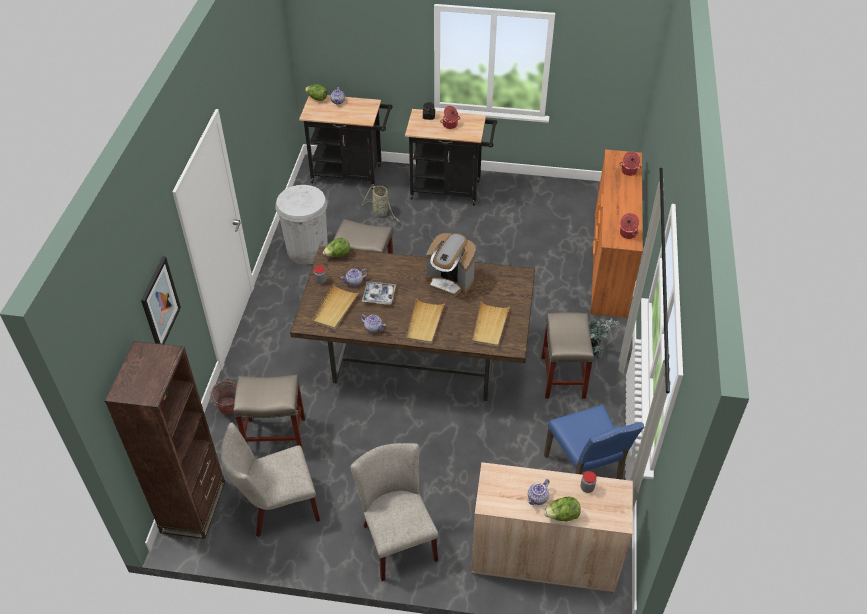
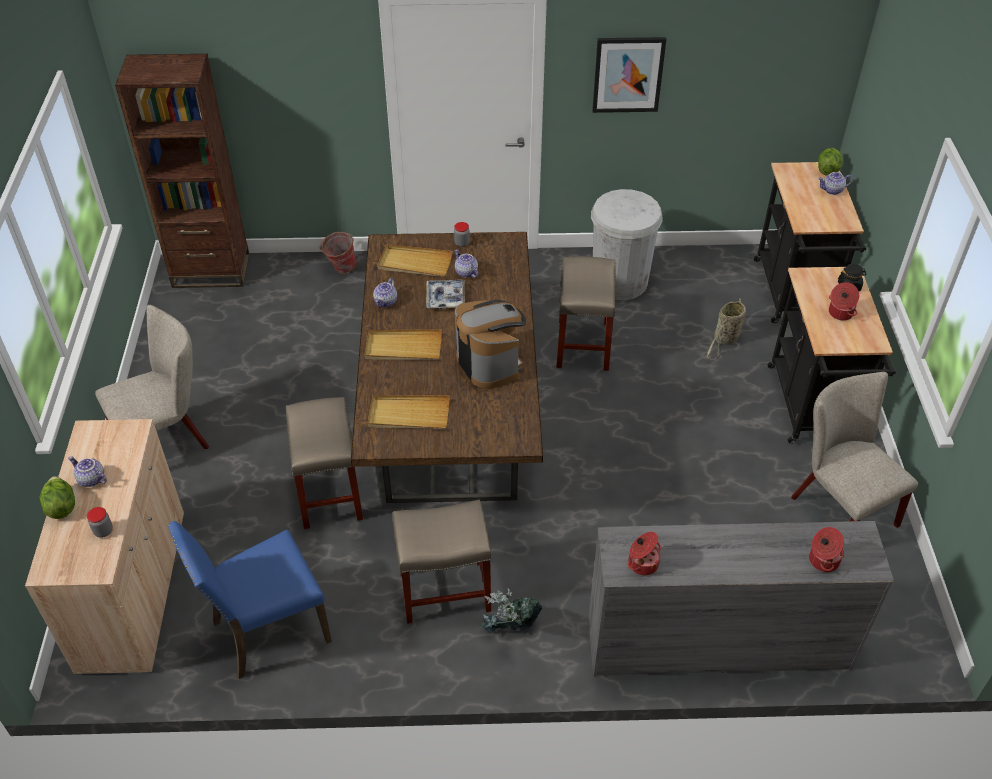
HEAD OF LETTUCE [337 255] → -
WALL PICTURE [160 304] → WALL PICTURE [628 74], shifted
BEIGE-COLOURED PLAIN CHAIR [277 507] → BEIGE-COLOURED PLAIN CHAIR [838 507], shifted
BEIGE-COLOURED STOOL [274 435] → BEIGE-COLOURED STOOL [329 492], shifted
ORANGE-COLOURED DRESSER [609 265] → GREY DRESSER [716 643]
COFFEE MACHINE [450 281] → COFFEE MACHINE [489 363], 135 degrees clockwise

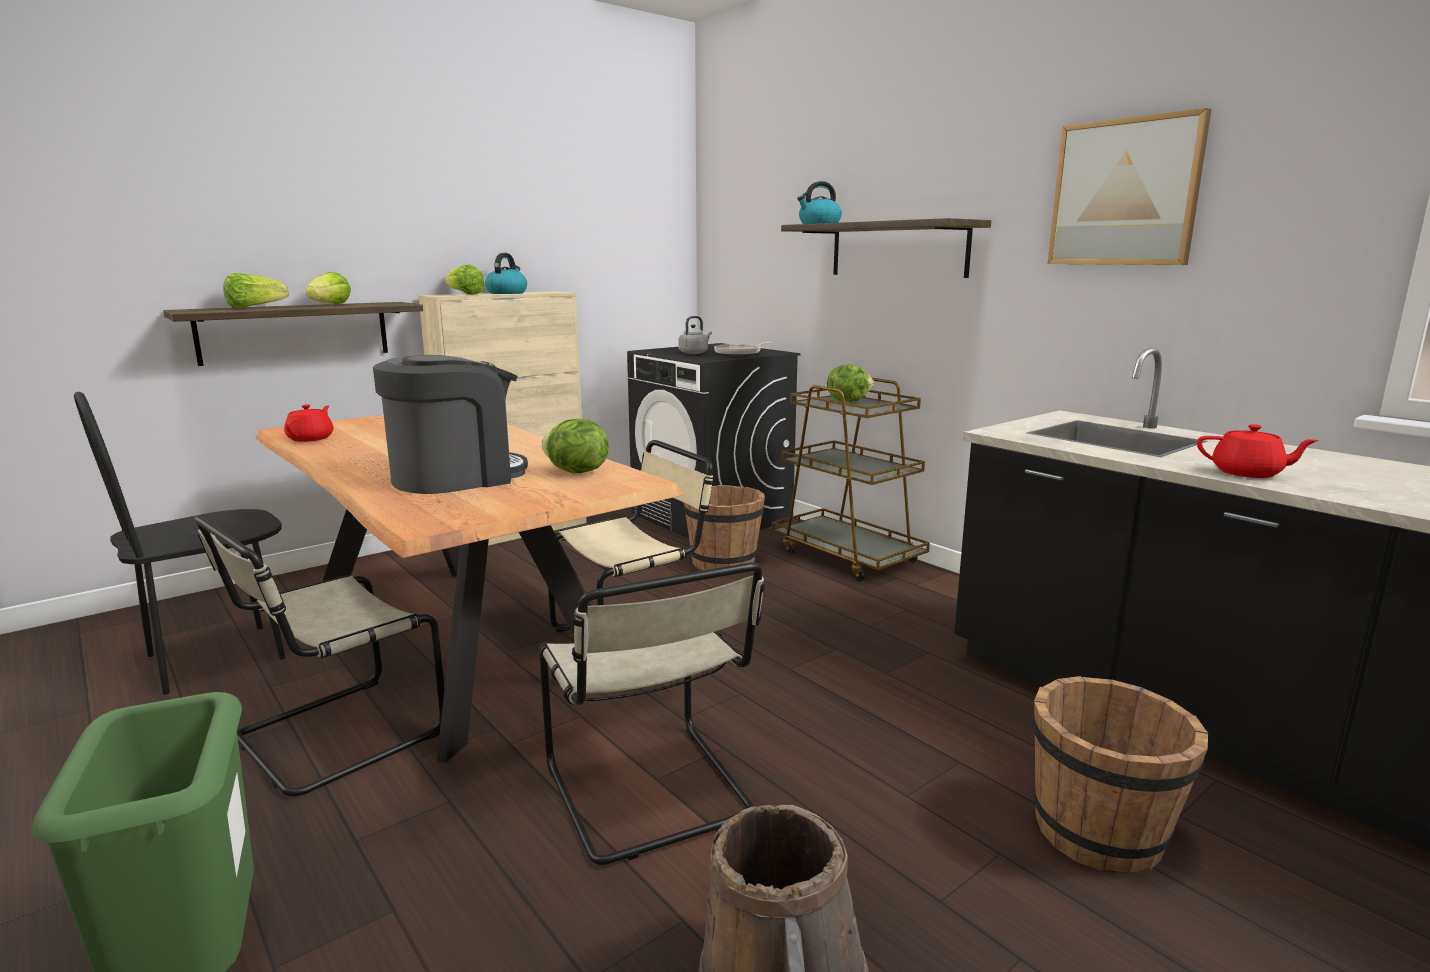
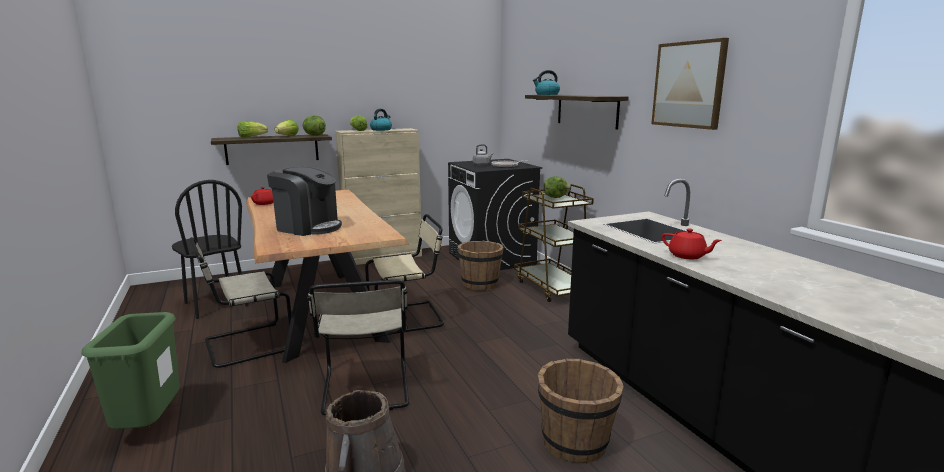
HEAD OF LETTUCE [576 472] → HEAD OF LETTUCE [314 135], shifted
BLACKISH PLAIN CHAIR [216 657] → BLACKISH PLAIN CHAIR [215 304], 105 degrees counterclockwise
COFFEE MACHINE [456 477] → COFFEE MACHINE [308 227], 45 degrees clockwise

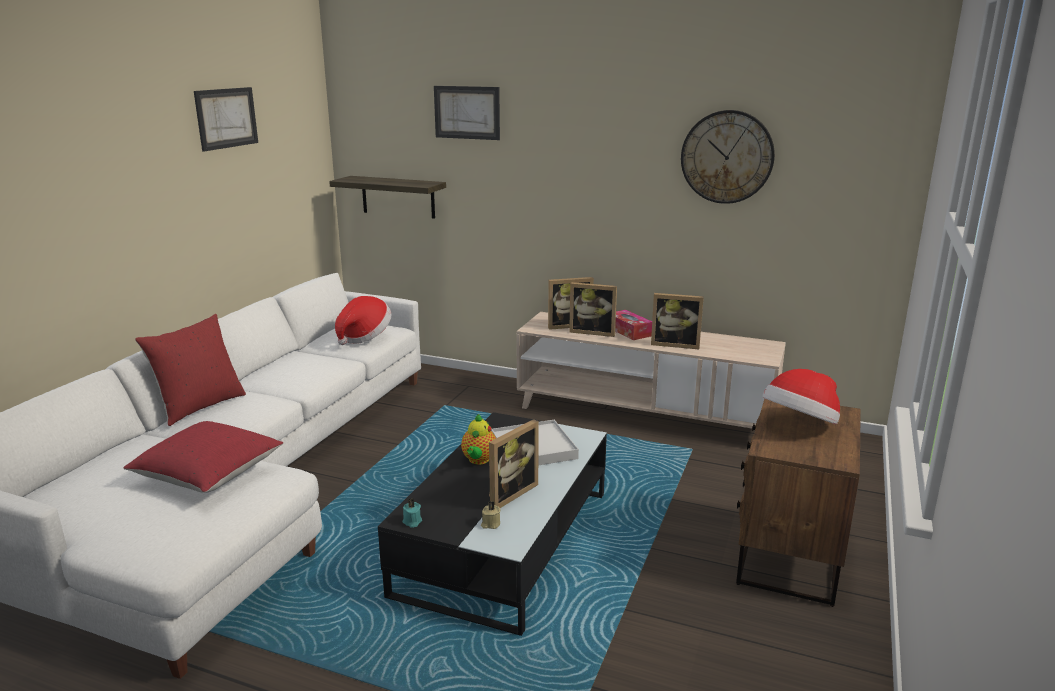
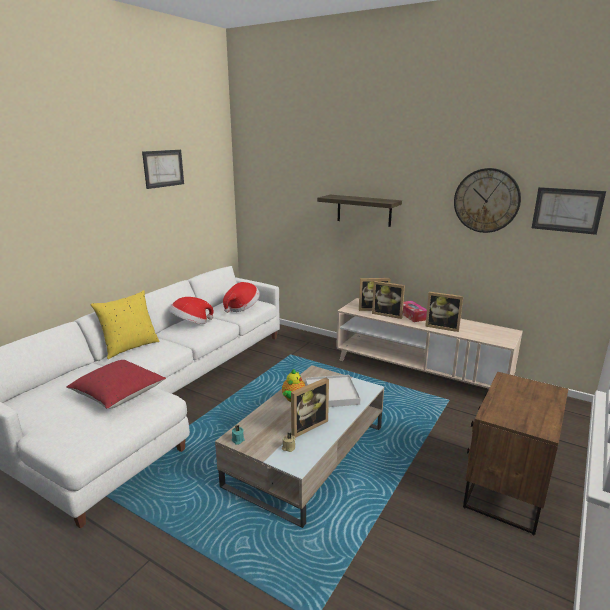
WALL SHELF [398 197] → WALL SHELF [364 210], shifted
WALL PICTURE [467 112] → WALL PICTURE [567 210], shifted
CLOTHING HAT [800 425] → CLOTHING HAT [191 324], shifted
RED-COLOURED THROW PILLOW [199 406] → YELLOW THROW PILLOW [130 347]
BLACKISH COFFEE TABLE [505 542] → BEIGE-COLOURED COFFEE TABLE [307 455]

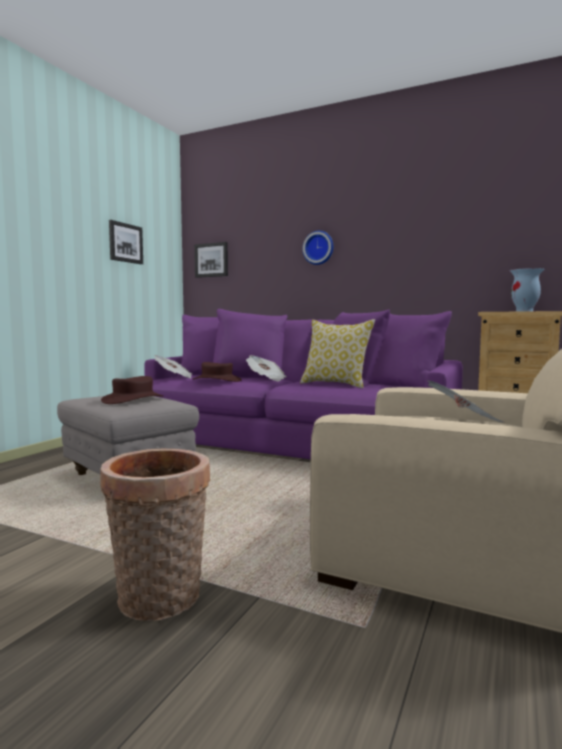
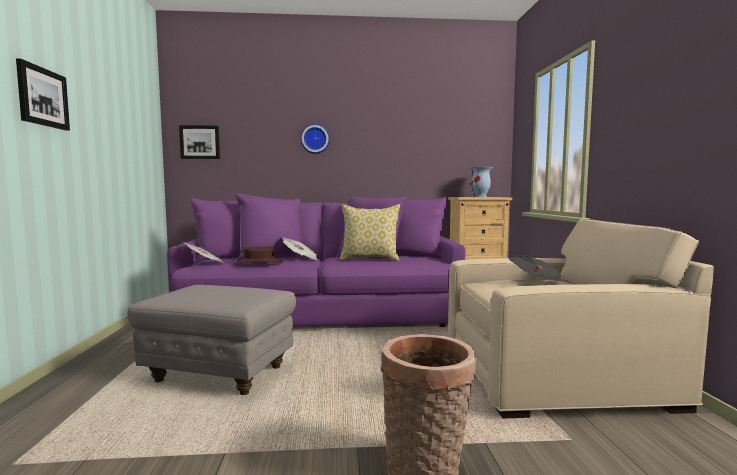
BROWN CLOTHING HAT [133 400] → -
WALL PICTURE [125 243] → WALL PICTURE [42 97], shifted

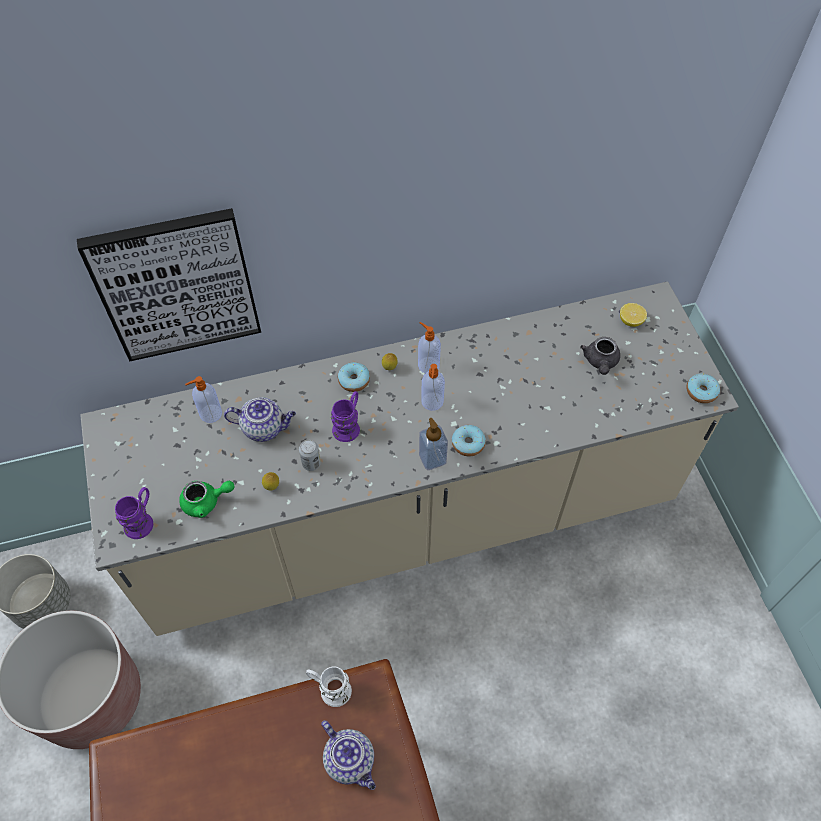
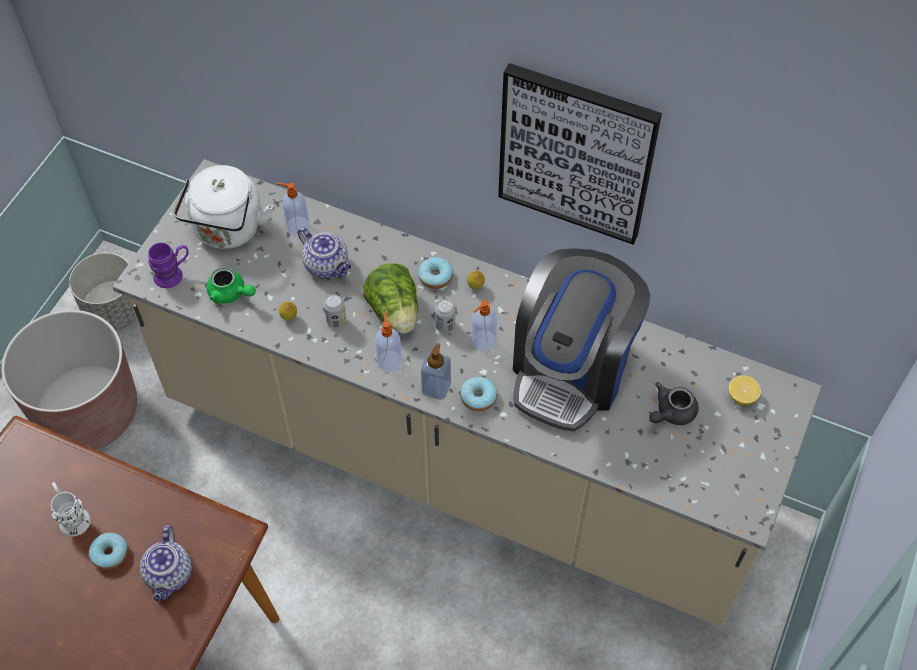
- → WHITE-COLOURED TEA KETTLE [228 231]
- → METAL CAN [445 326]
- → COFFEE MACHINE [572 368]
WALL PICTURE [176 285] → WALL PICTURE [576 153], shifted
WHITE-COLOURED MUG [330 689] → WHITE-COLOURED MUG [72 516], shifted
LIQUID SOAP BOTTLE [428 365] → LIQUID SOAP BOTTLE [389 360], shifted
RING DOUGHNUT [701 392] → RING DOUGHNUT [110 554], shifted
PURPLE MUG [348 425] → HEAD OF LETTUCE [395 311]

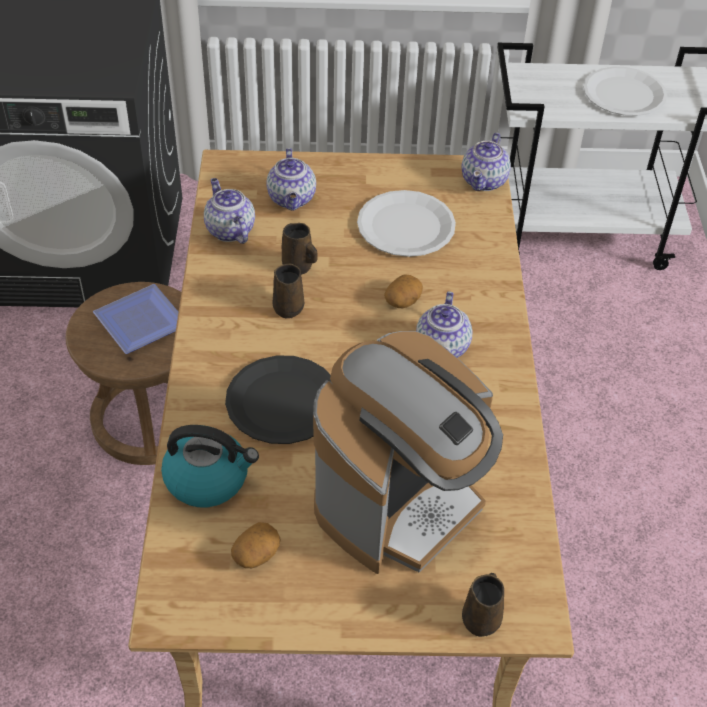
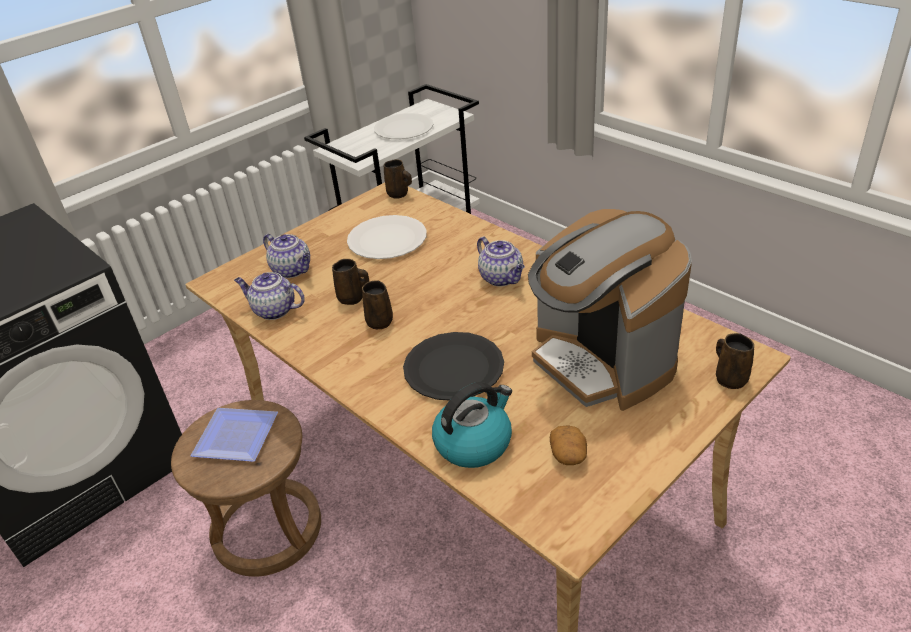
WHOLE POTATO [403 301] → -
TEAPOT [484 180] → BROWN MUG [399 194]
COFFEE MACHINE [401 502] → COFFEE MACHINE [601 362], 150 degrees clockwise

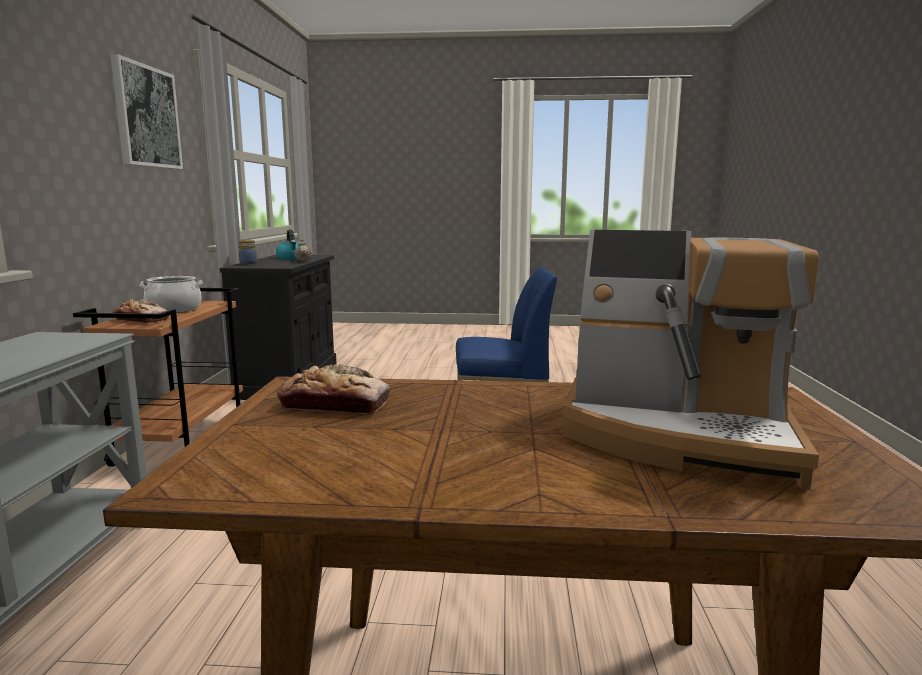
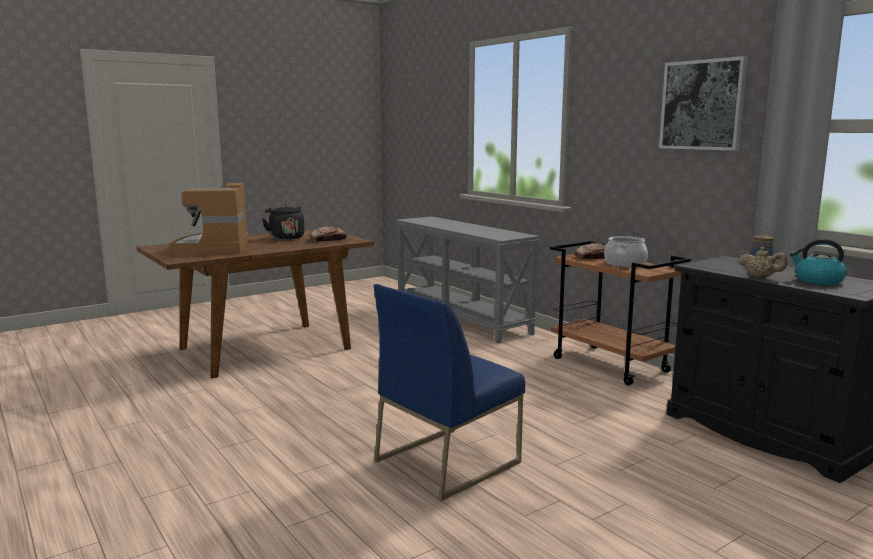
- → BLACKISH TEA KETTLE [285 238]
COFFEE MACHINE [677 433] → COFFEE MACHINE [214 248], 75 degrees counterclockwise

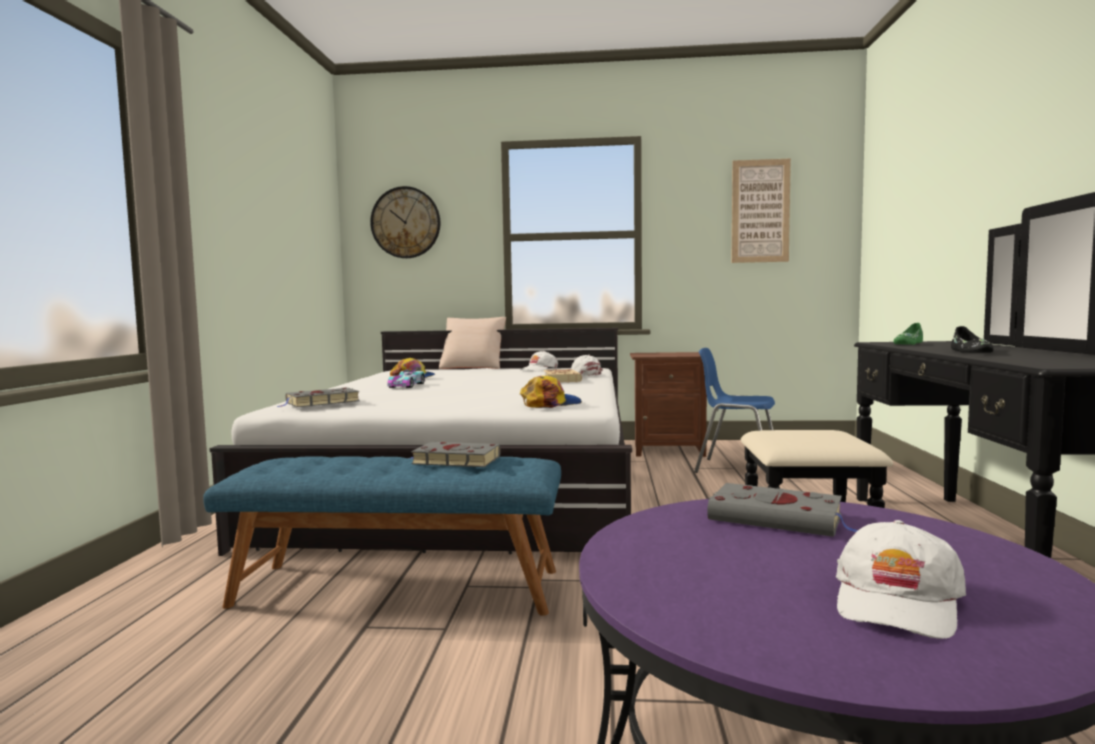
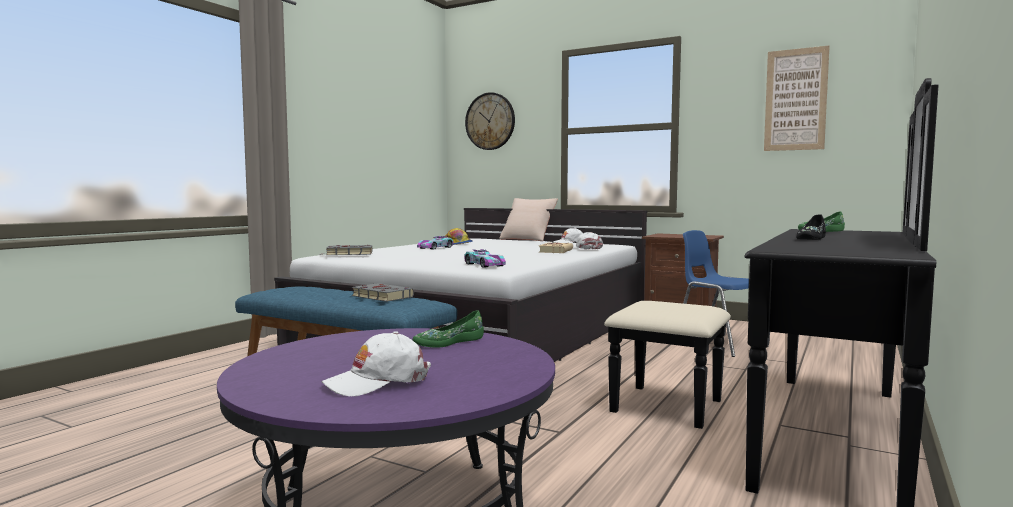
CAP [550 404] → MODEL CAR [484 265]
GREY BOUND BOOK [779 518] → GREEN-COLOURED LOW SHOE [448 342]

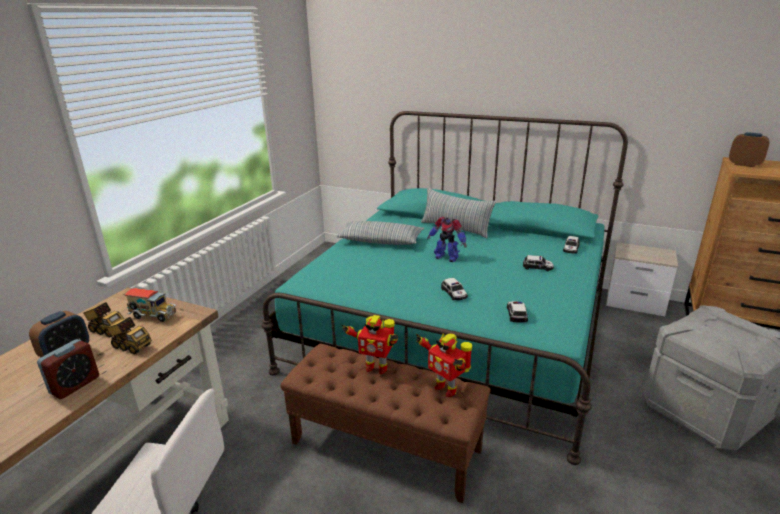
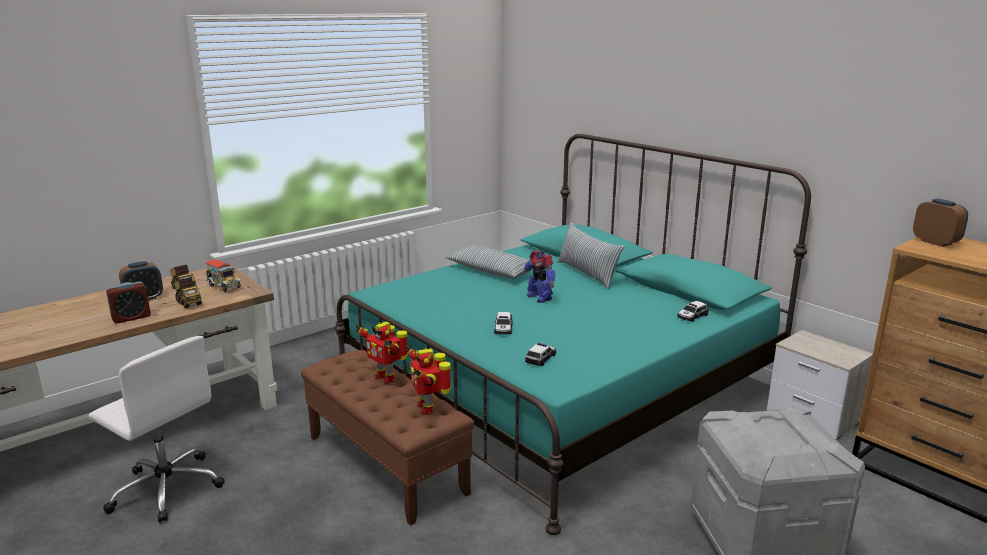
MODEL CAR [538 267] → -

